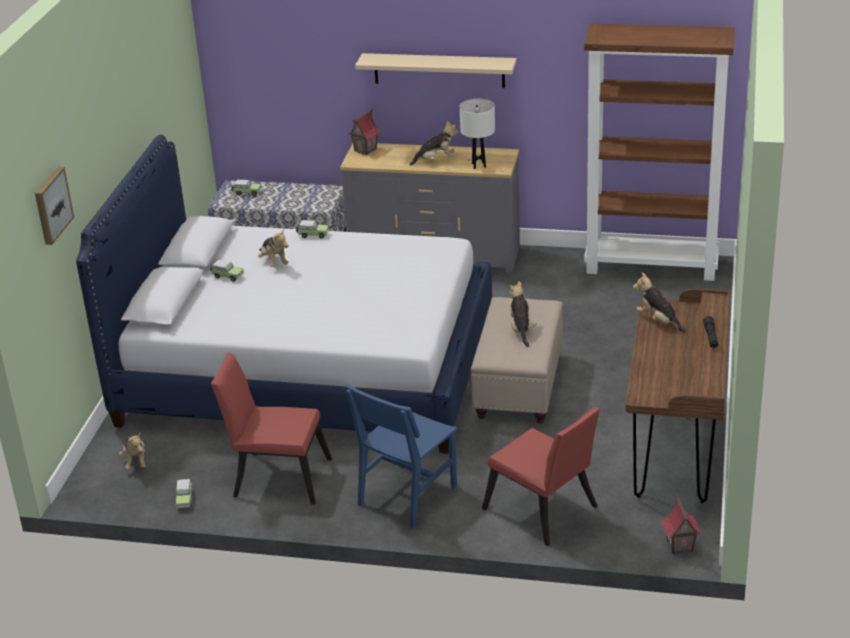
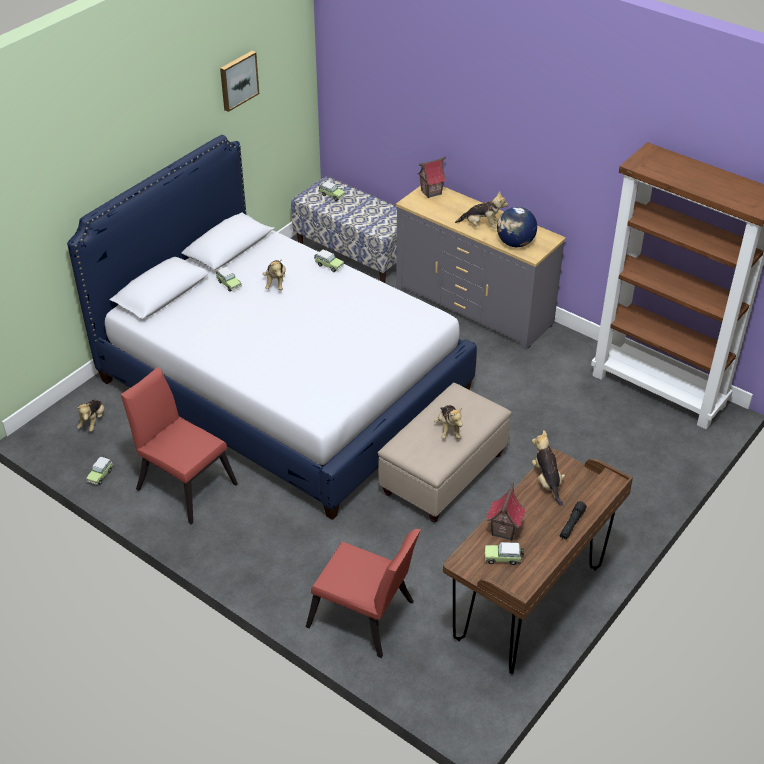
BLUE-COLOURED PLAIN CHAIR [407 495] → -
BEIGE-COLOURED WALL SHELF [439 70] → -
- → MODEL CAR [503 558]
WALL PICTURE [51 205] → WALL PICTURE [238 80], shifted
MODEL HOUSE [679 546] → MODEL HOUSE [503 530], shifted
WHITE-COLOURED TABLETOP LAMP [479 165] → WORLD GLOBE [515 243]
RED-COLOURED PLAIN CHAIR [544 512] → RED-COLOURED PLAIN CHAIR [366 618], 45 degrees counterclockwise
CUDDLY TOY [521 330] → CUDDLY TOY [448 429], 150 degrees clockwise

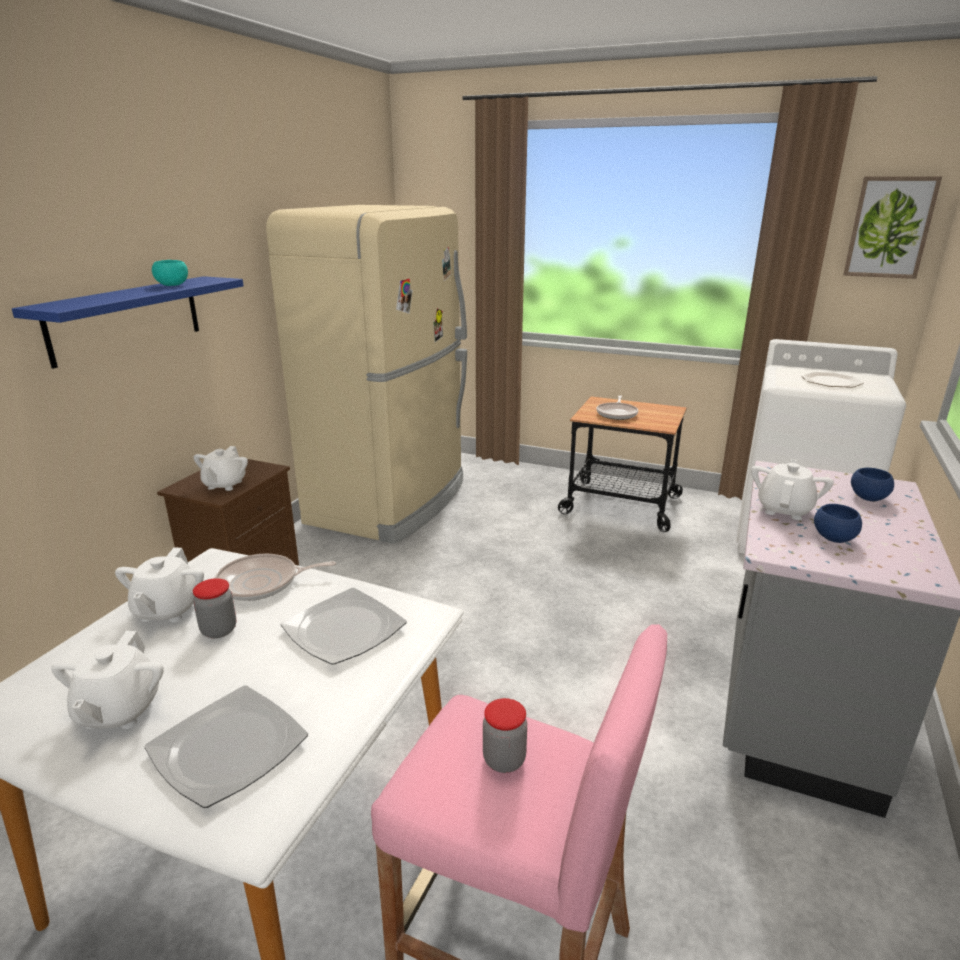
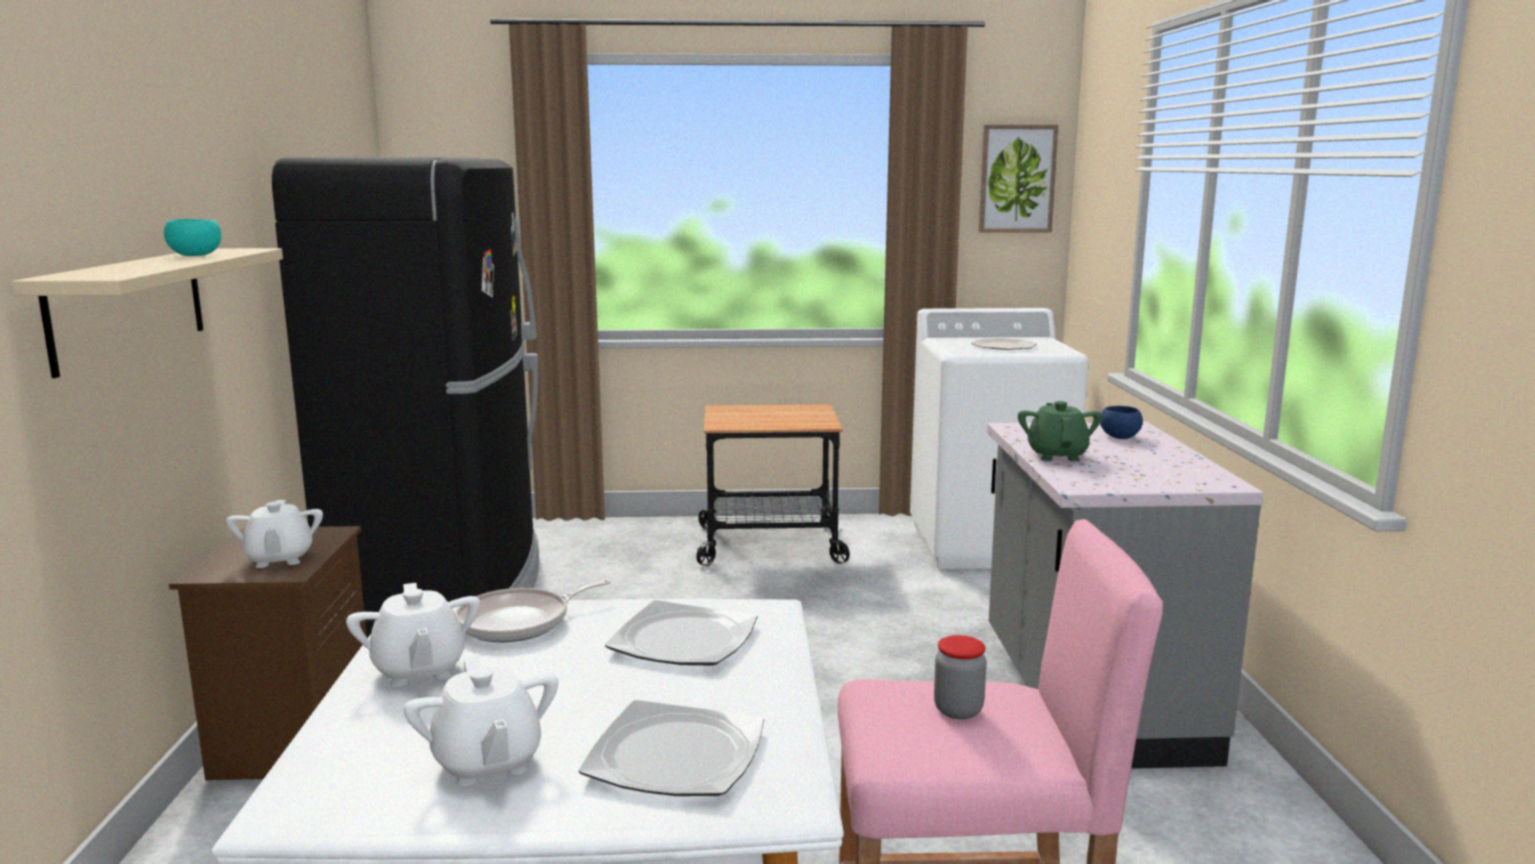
JAR [219 630] → -
FRYING PAN [617 414] → -
BLUE-COLOURED DEEP DISH [833 538] → -
BLUE-COLOURED WALL SHELF [126 319] → BEIGE-COLOURED WALL SHELF [129 307]
BEIGE-COLOURED KITCHEN FRIDGE [391 501] → BLACKISH KITCHEN FRIDGE [446 592]
WHITE-COLOURED TEAPOT [784 510] → GREEN-COLOURED TEAPOT [1057 455]

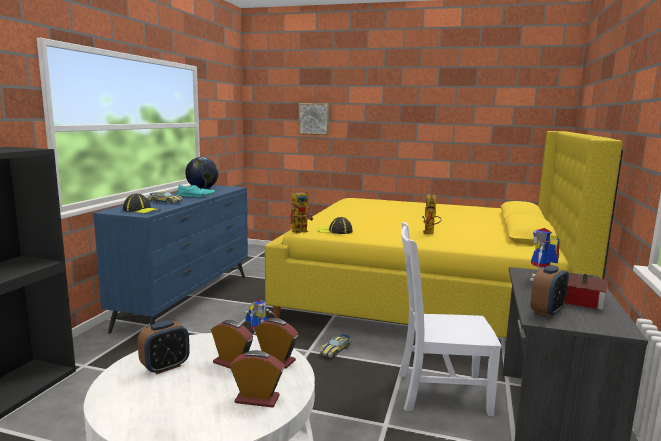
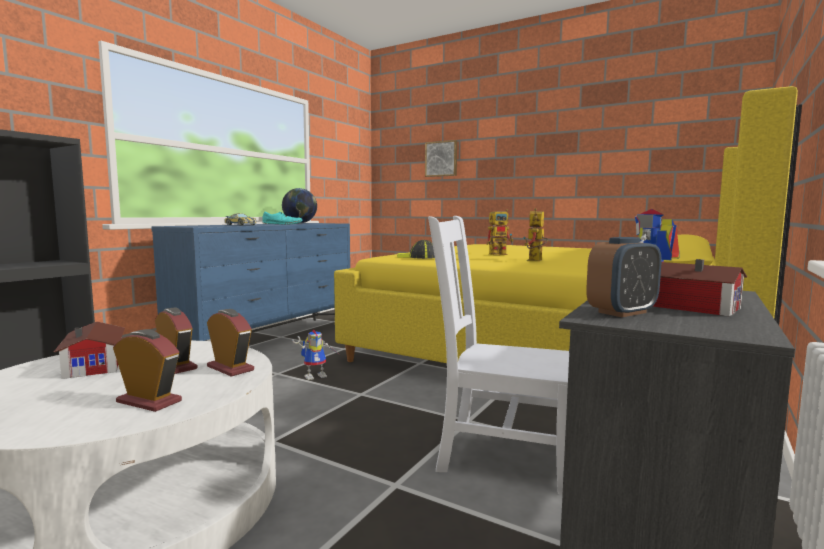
CAP [141 210] → -
MODEL CAR [335 350] → -
MODEL ROBOT [302 230] → MODEL ROBOT [500 254], shifted
TABLE CLOCK [165 367] → MODEL HOUSE [97 363]

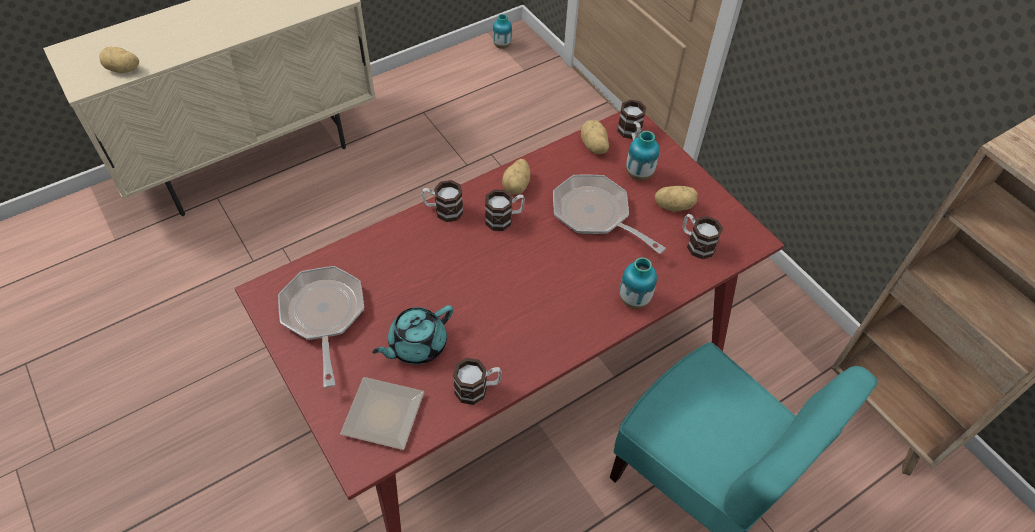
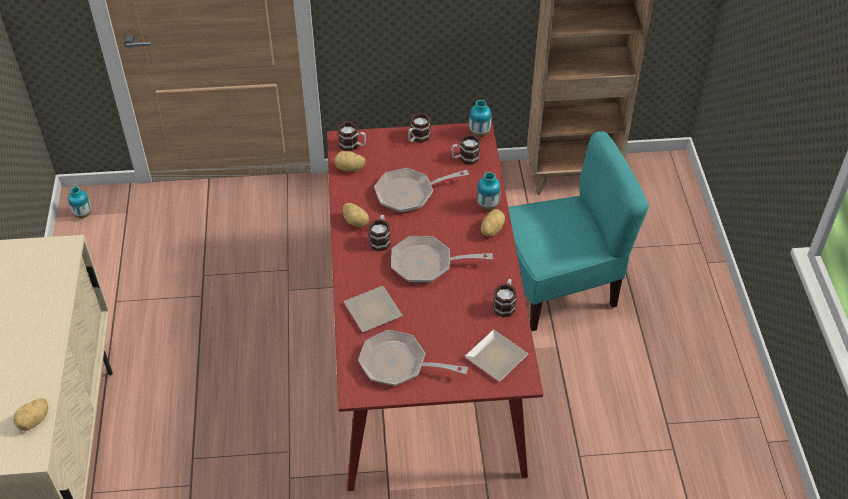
BLUE-GREEN TEAPOT [416 345] → -
- → DINNER PLATE [375 311]
- → FRYING PAN [427 264]
MUG [443 210] → MUG [417 138], shifted
VASE [639 174] → VASE [479 133], shifted
WHOLE POTATO [674 205] → WHOLE POTATO [491 229], shifted

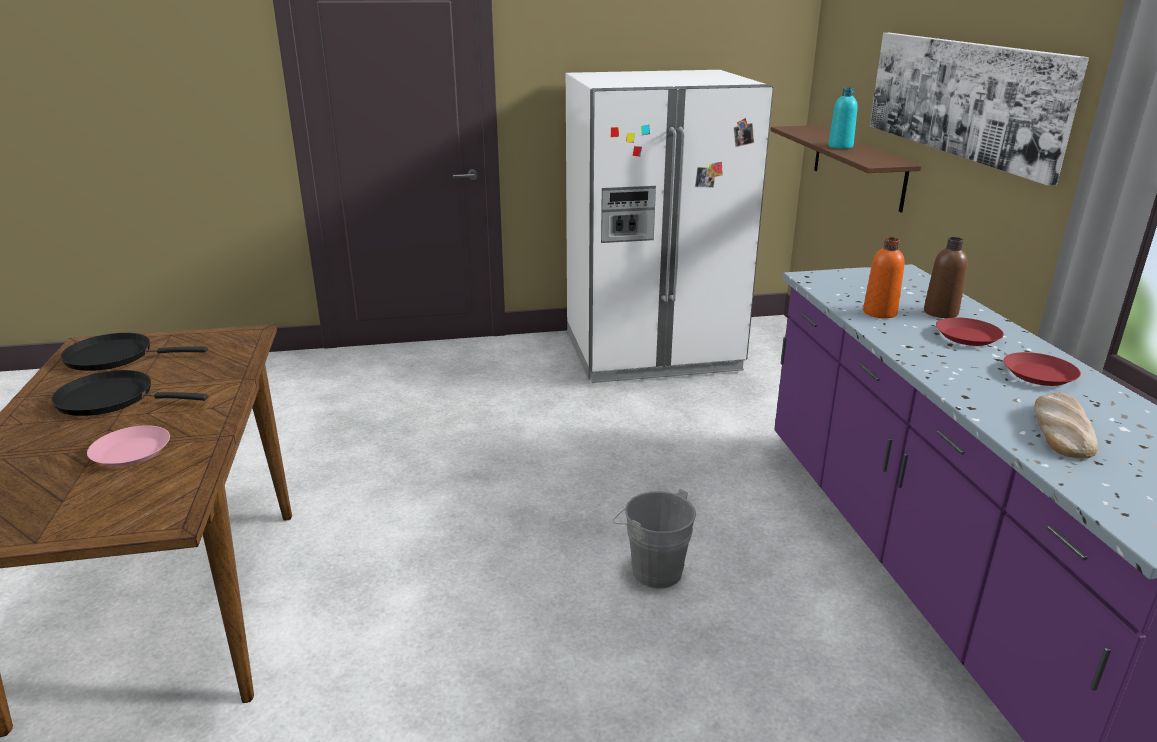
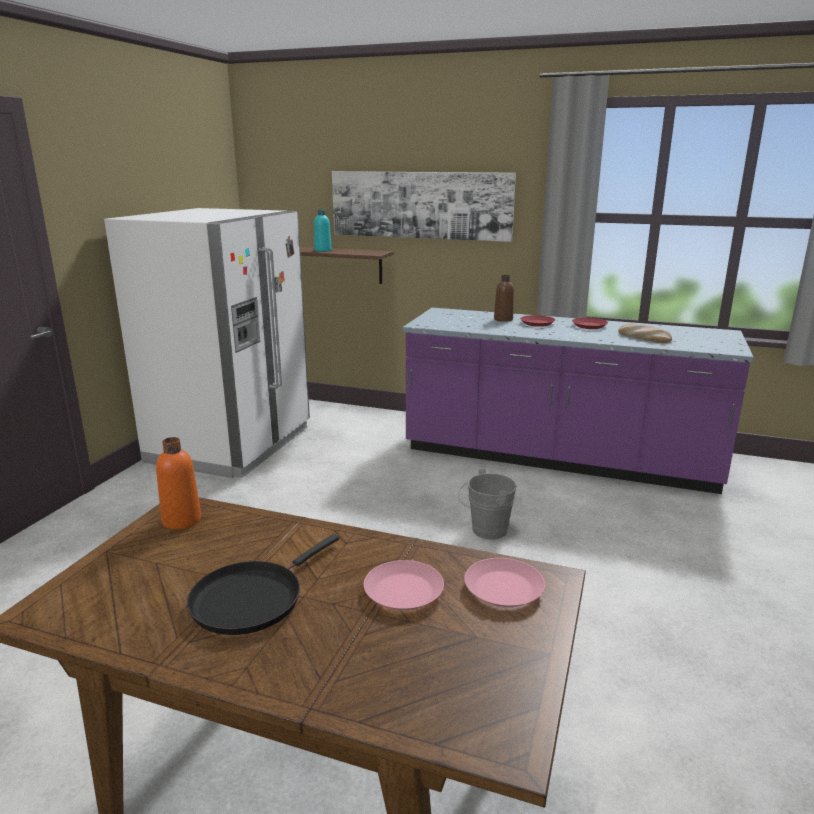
BLACKISH FRYING PAN [115 357] → -
- → PINK-COLOURED DINNER PLATE [504 589]
ORANGE-COLOURED DRINK BOTTLE [879 313] → ORANGE-COLOURED DRINK BOTTLE [182 520], shifted

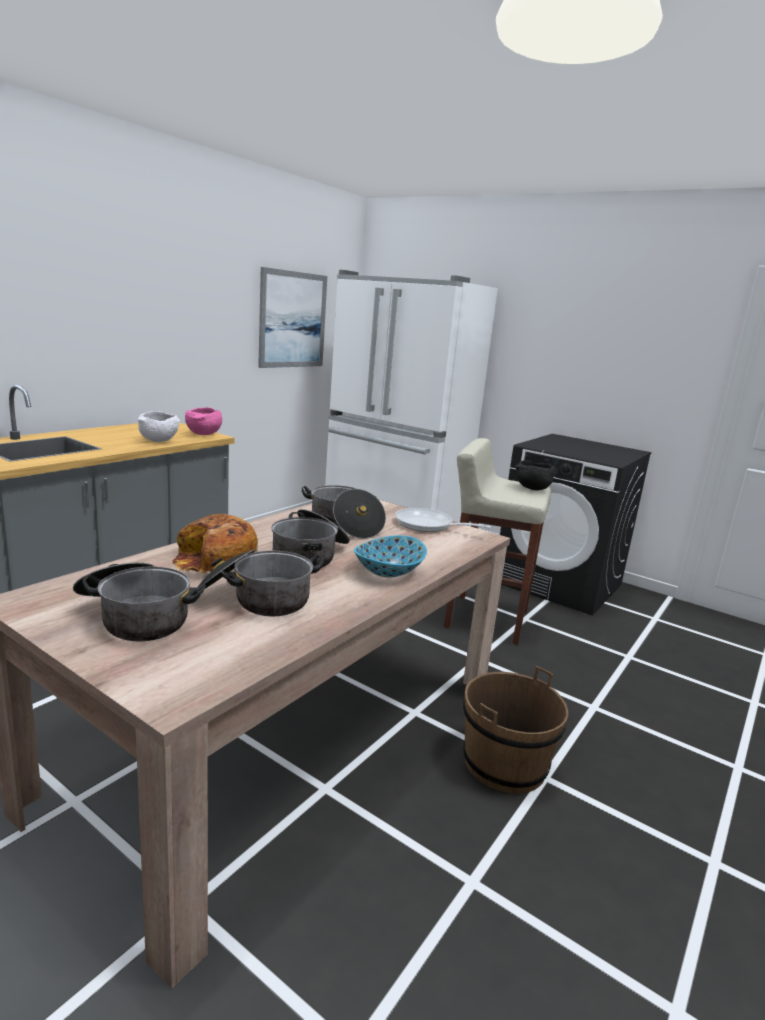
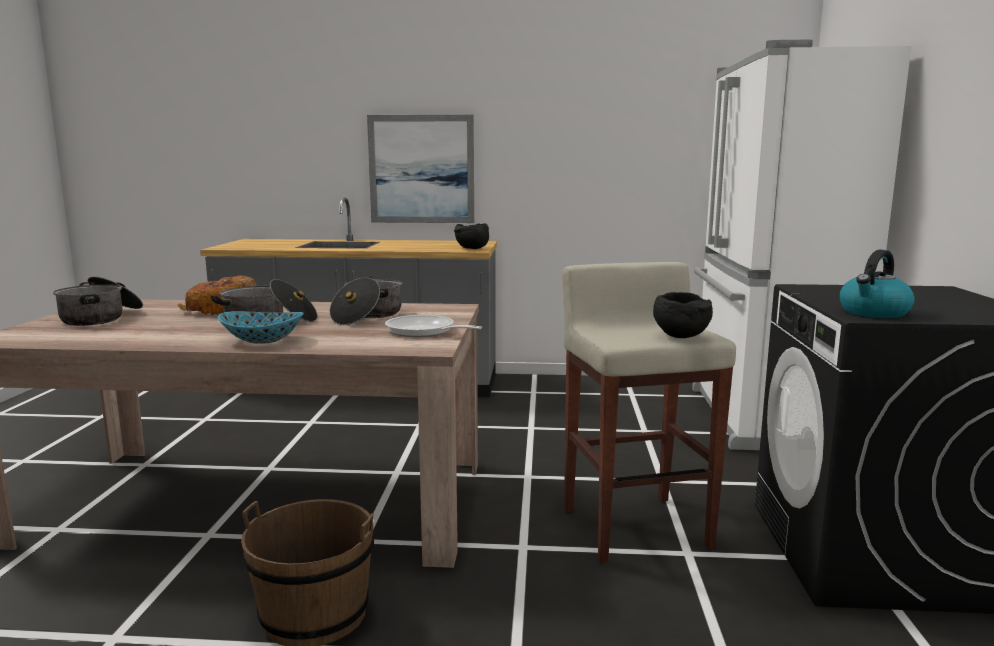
WHITE-COLOURED DEEP DISH [159 441] → -
SAUCEPOT [255 600] → -
- → TEA KETTLE [874 313]
WALL PICTURE [293 320] → WALL PICTURE [421 169], shifted
PINK-COLOURED DEEP DISH [203 435] → BLACKISH DEEP DISH [472 249]
FRYING PAN [428 525] → FRYING PAN [424 332], 45 degrees counterclockwise

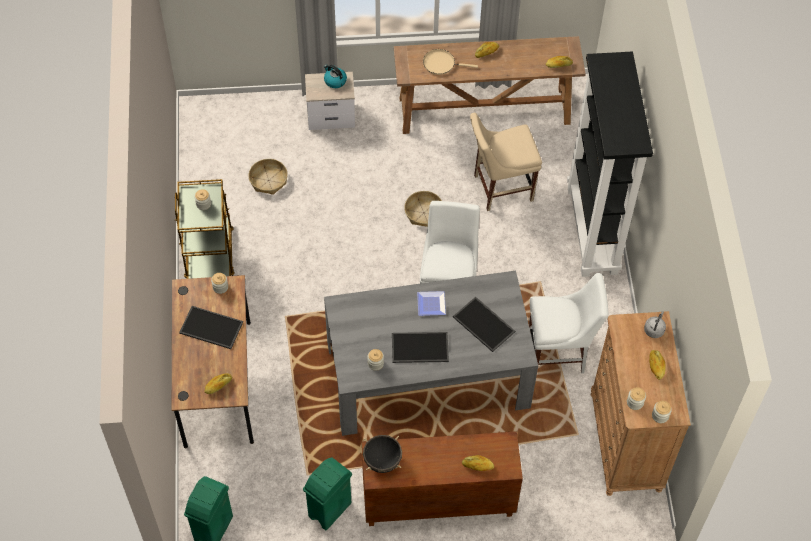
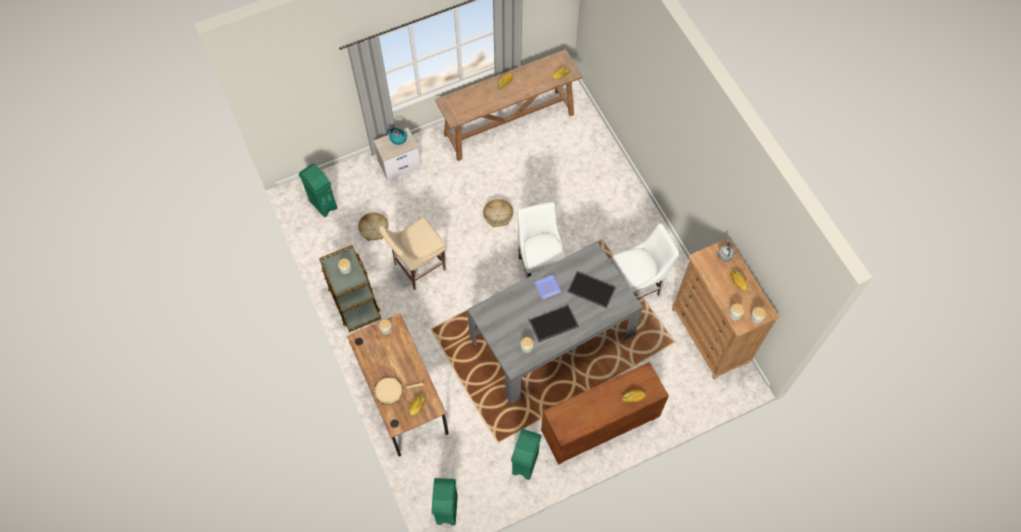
SERVING TRAY [210 328] → -
BLACKISH SAUCEPOT [382 461] → -
BLACKISH BOOKCASE [593 231] → -
- → GREEN-COLOURED TRASH CAN [323 204]
BEIGE-COLOURED FRYING PAN [441 64] → BEIGE-COLOURED FRYING PAN [391 391], shifted
BEIGE-COLOURED PLAIN CHAIR [500 188] → BEIGE-COLOURED PLAIN CHAIR [417 268], shifted

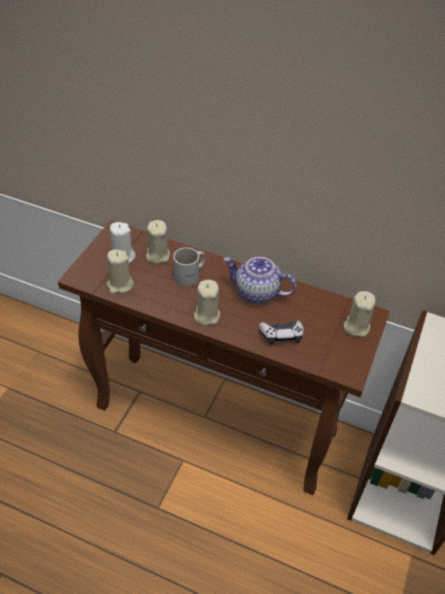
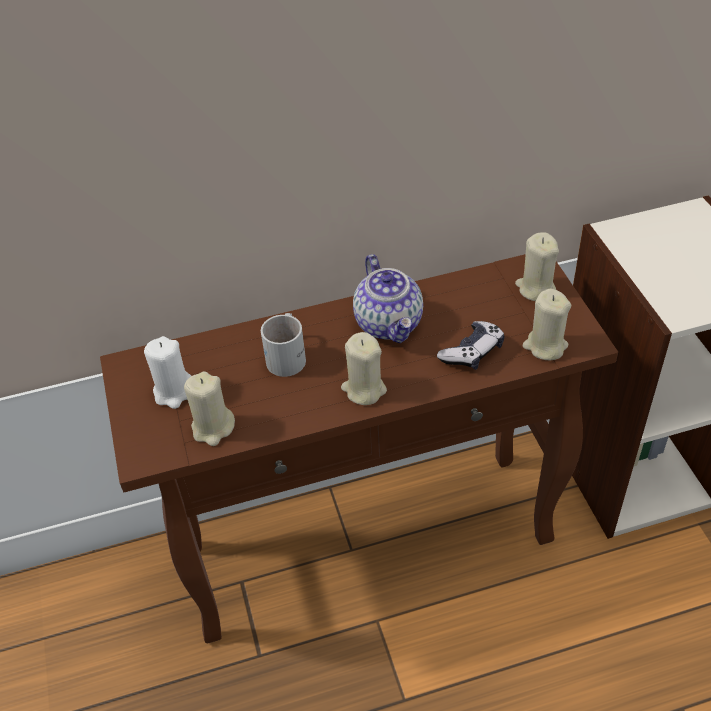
BEIGE-COLOURED CANDLE [157 255] → BEIGE-COLOURED CANDLE [545 346], shifted
TEAPOT [256 293] → TEAPOT [389 324], 90 degrees counterclockwise

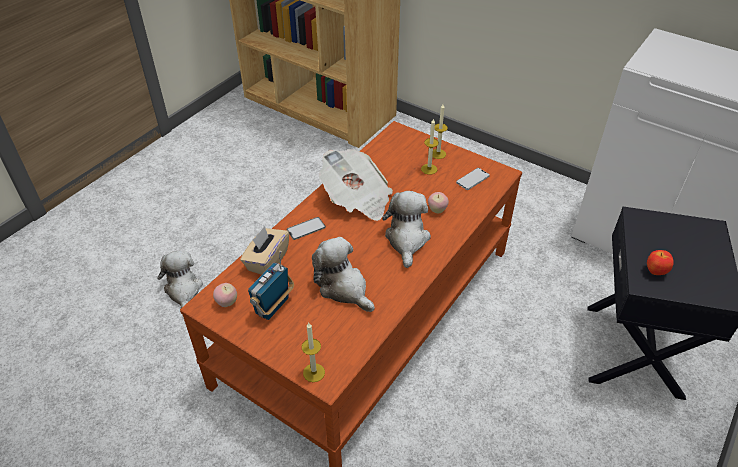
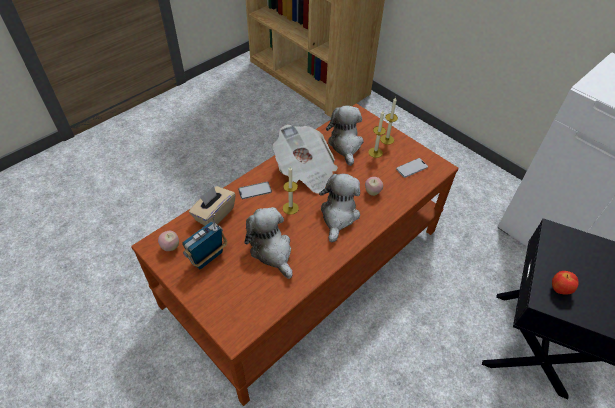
CUDDLY TOY [183 290] → CUDDLY TOY [345 145], shifted
CANDLE [314 372] → CANDLE [290 208], shifted

